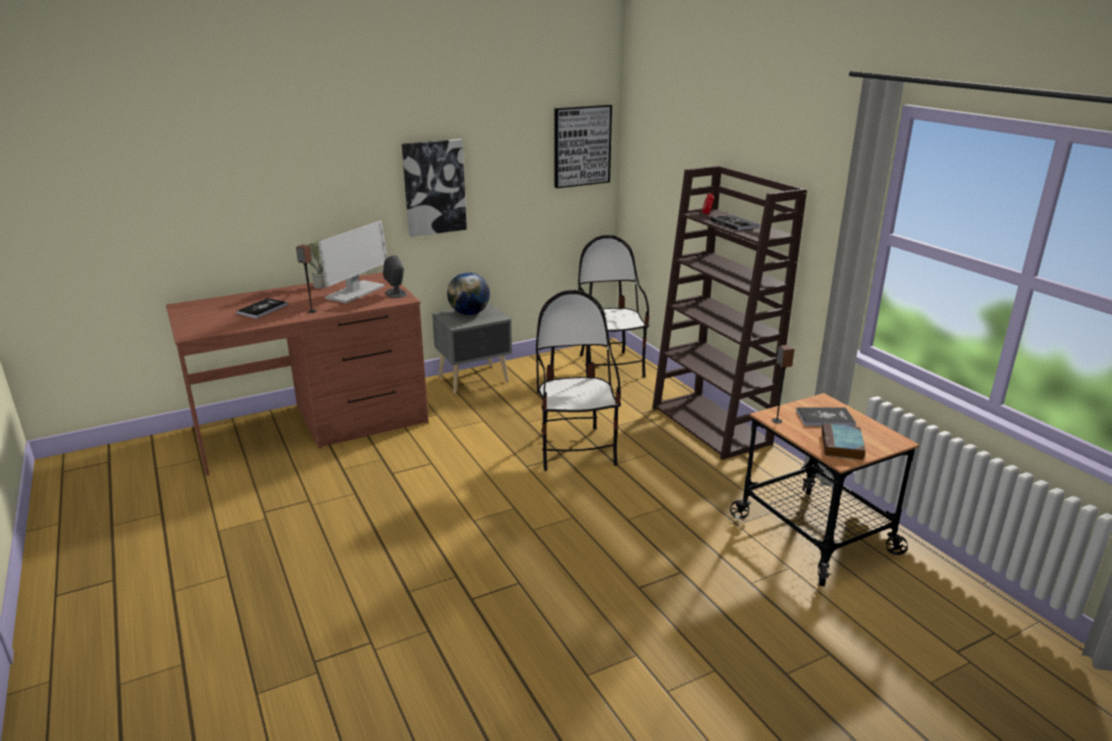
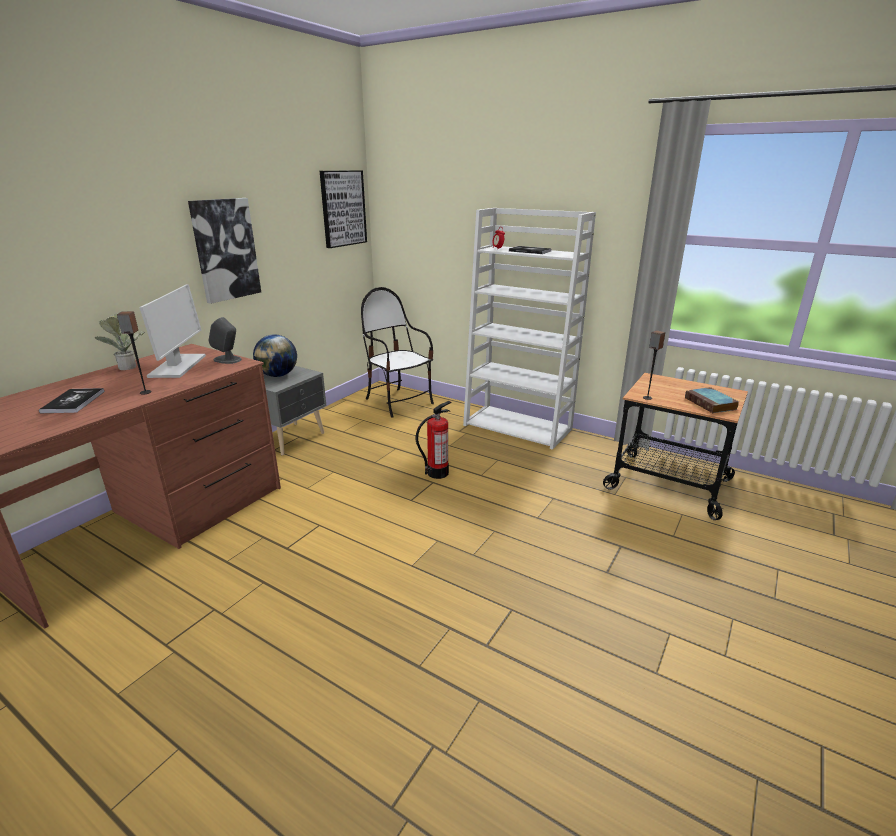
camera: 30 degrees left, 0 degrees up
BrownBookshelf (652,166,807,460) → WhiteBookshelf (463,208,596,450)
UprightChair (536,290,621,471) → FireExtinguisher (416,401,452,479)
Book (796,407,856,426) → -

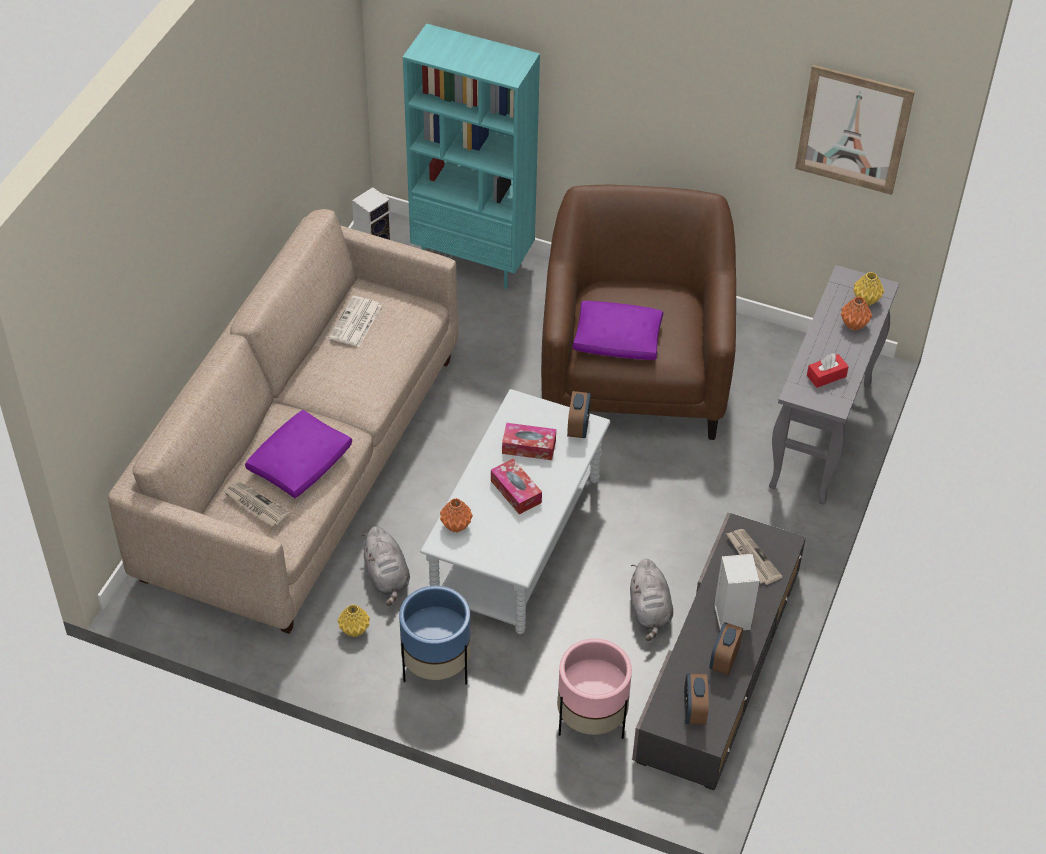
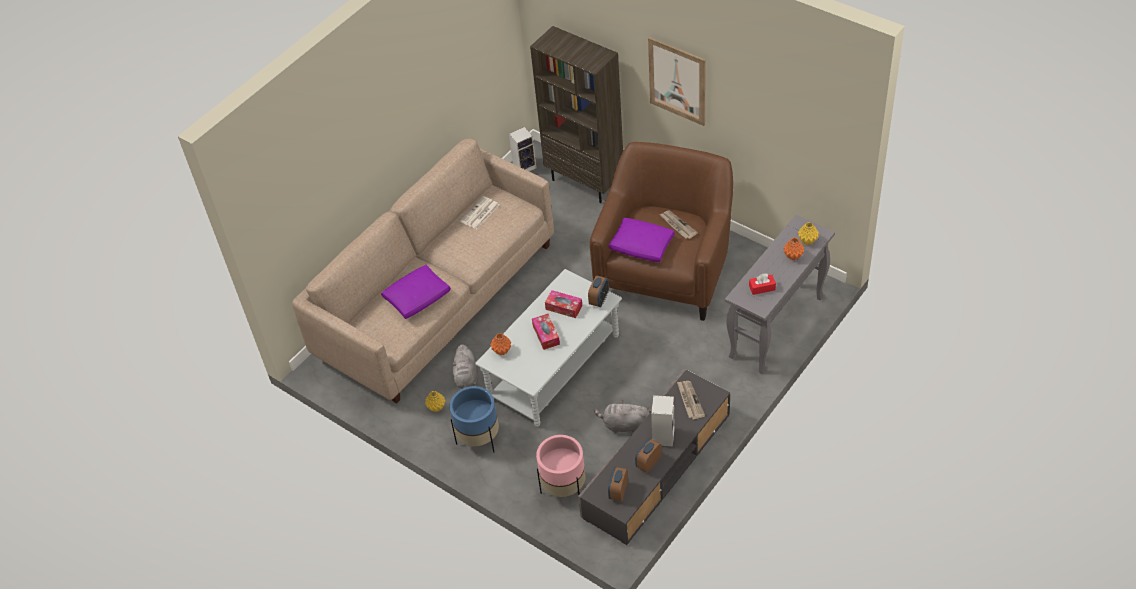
camera: 20 degrees right, 0 degrees up
TurquoiseBookshelf (403,23,540,289) → BrownBookshelf (530,26,623,203)
Picture (795,65,915,195) → Picture (648,37,706,126), move
DailyPaper (223,481,291,527) → DailyPaper (659,210,698,239), move
GreyCuddlyToy (630,559,673,641) → GreyCuddlyToy (594,400,649,433), 90 degrees clockwise

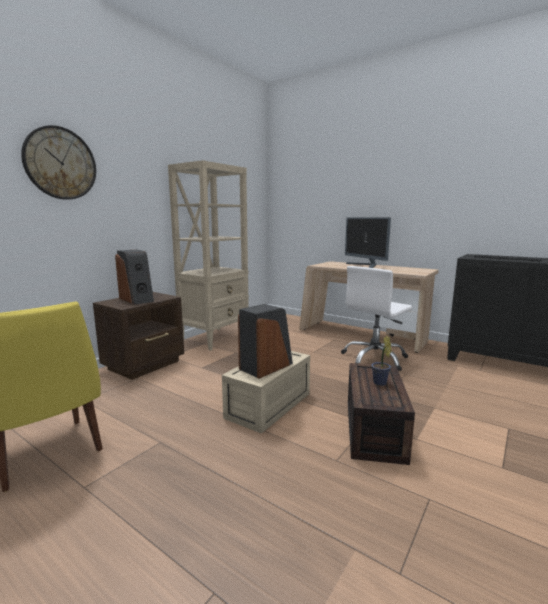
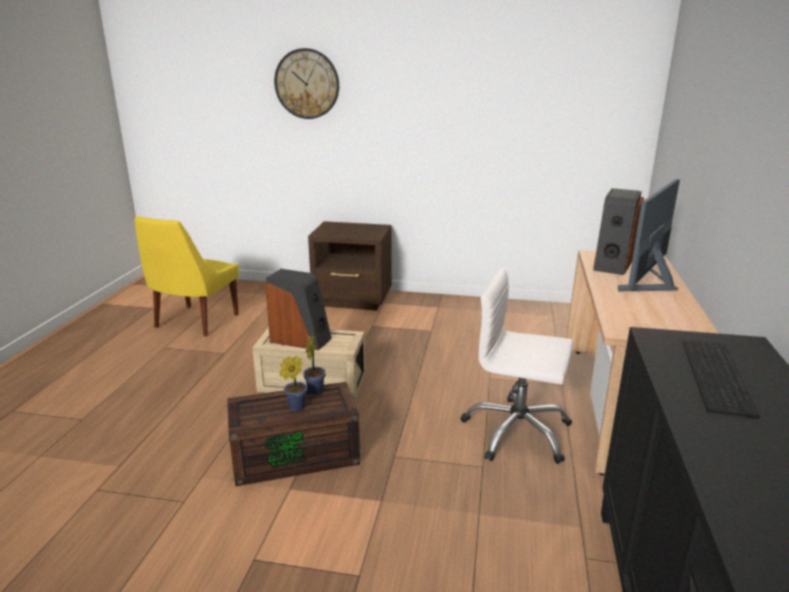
camera: 65 degrees right, 10 degrees up
BeigeColouredBookshelf (168,160,249,351) → -
Loudspeaker (115,250,154,305) → Loudspeaker (593,188,644,275), move
- → Houseplant (303,335,326,395)

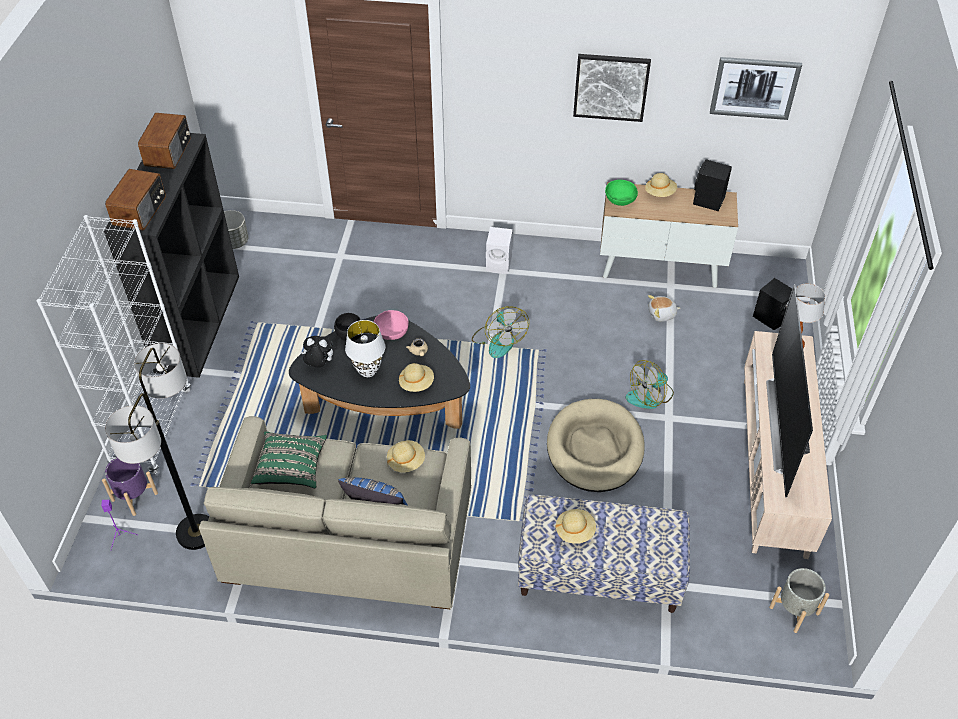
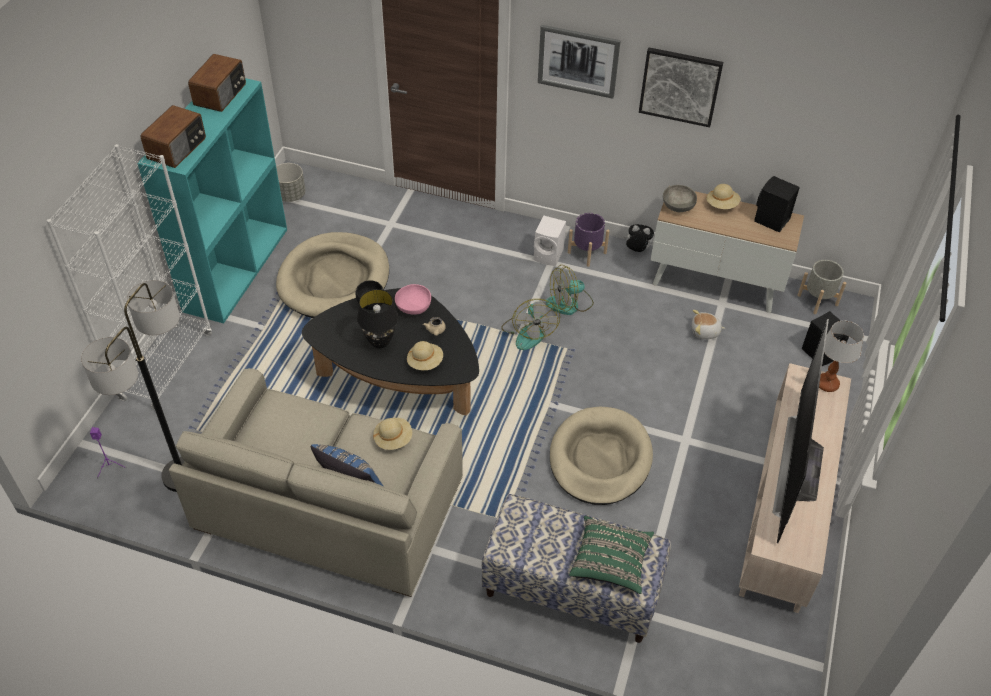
camera: 10 degrees right, 0 degrees up
Picture (710,57,802,120) → Picture (538,25,621,99), move
BlackBookshelf (104,133,239,378) → TurquoiseBookshelf (137,78,287,323)
GreenColouredServingBowl (605,180,638,206) → GreyServingBowl (663,185,697,212)
WhiteTableLamp (345,320,385,377) → BlackTableLamp (357,289,398,348)
CuddlyToy (301,336,333,367) → CuddlyToy (624,224,654,252), move
Fan (626,360,674,409) → Fan (546,265,594,315), move
GreenColouredThrowPillow (251,431,327,488) → GreenColouredThrowPillow (569,516,654,594), move
PurpleColouredFlowerPot (102,457,158,516) → PurpleColouredFlowerPot (568,213,609,267), move
BeigeColouredClothingHat (555,509,596,543) → -
GreyFlowerPot (769,568,829,633) → GreyFlowerPot (797,260,846,314), move
- → BeigeColouredDogCushion (276,232,389,318)

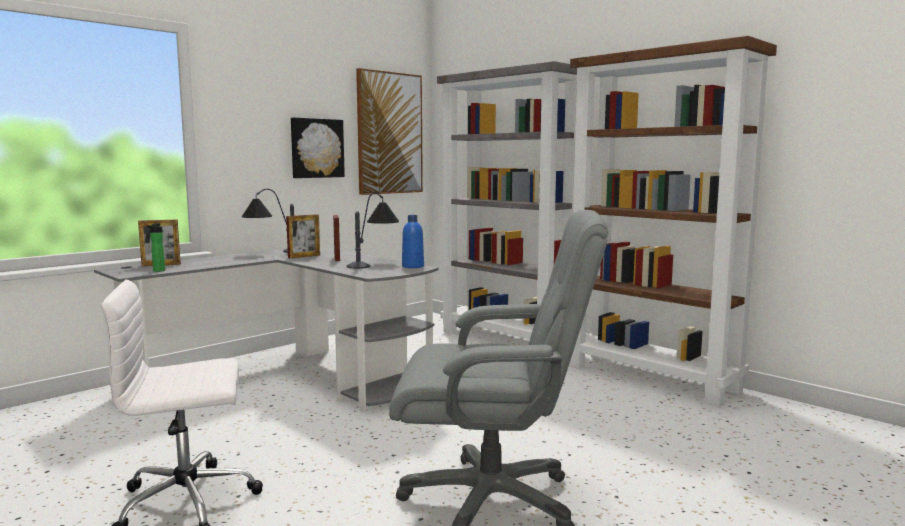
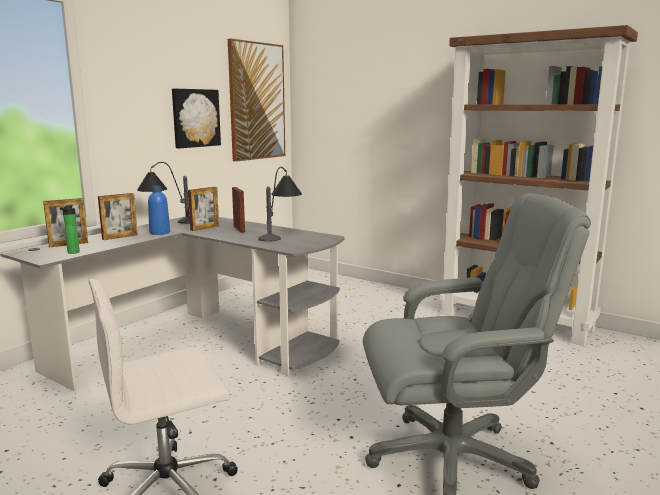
camera: 10 degrees left, 5 degrees up
GreyBookshelf (437,61,577,339) → -
BlueDrinkBottle (402,215,424,268) → BlueDrinkBottle (148,186,170,235), move
- → PictureFrame (98,193,138,240)

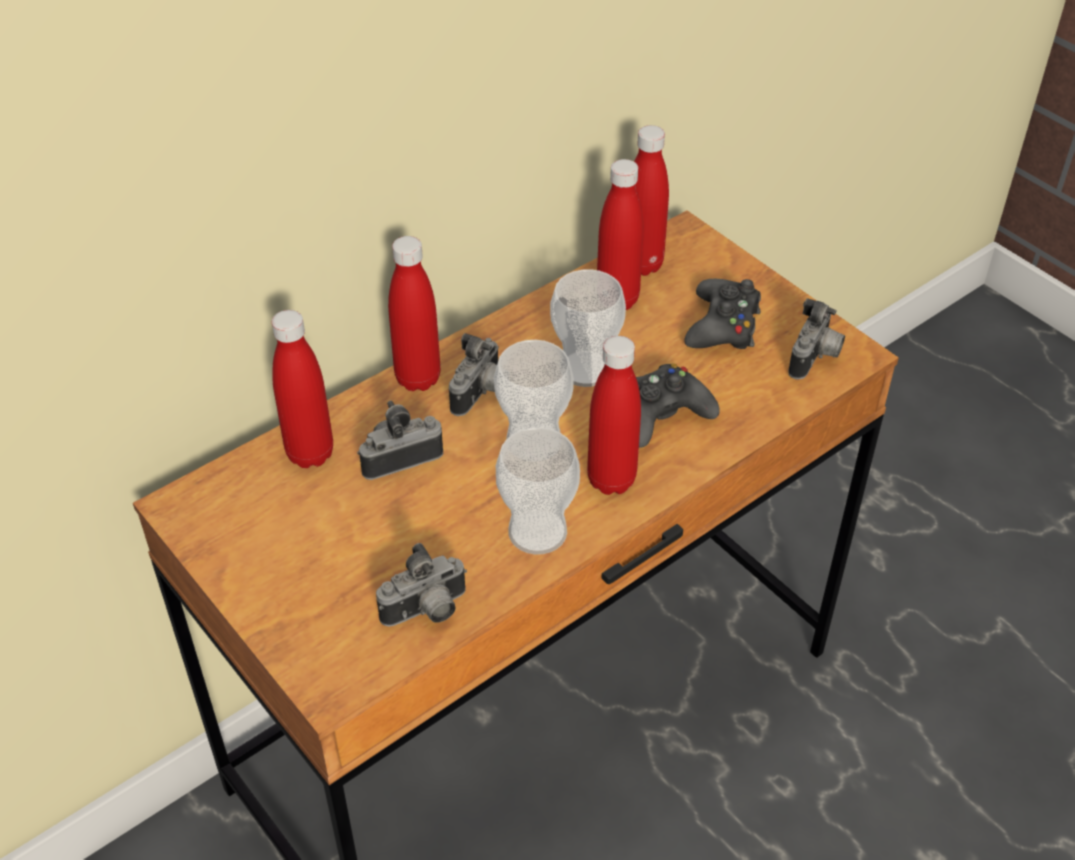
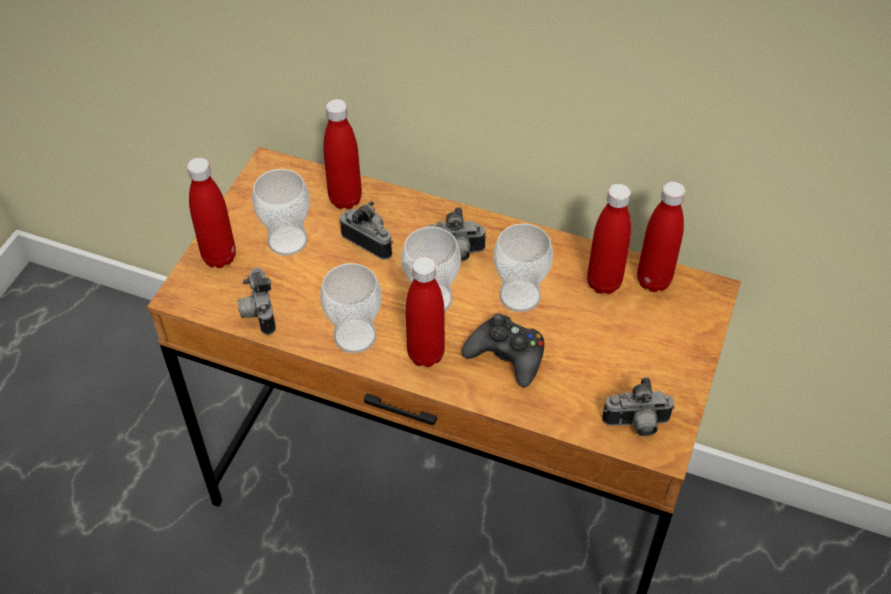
camera: 60 degrees right, 5 degrees up
ReddishDrinkBottle (388,236,441,391) → ReddishDrinkBottle (187,157,236,268), move
BlackJoypad (684,279,761,349) → -
PhotoCamera (376,543,467,627) → PhotoCamera (238,267,276,335), 45 degrees clockwise
- → DrinkingCup (252,169,310,256)

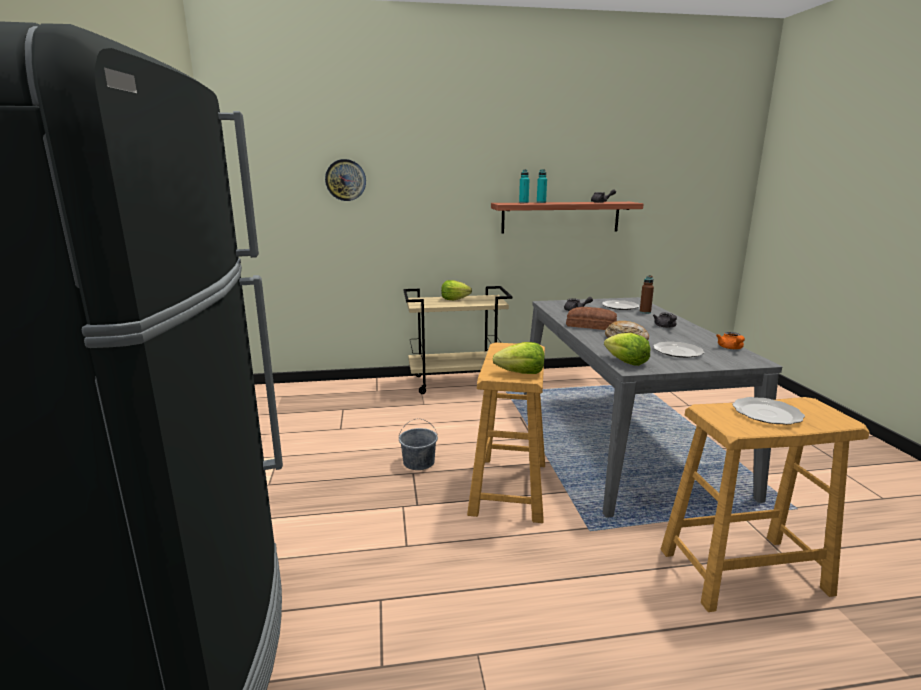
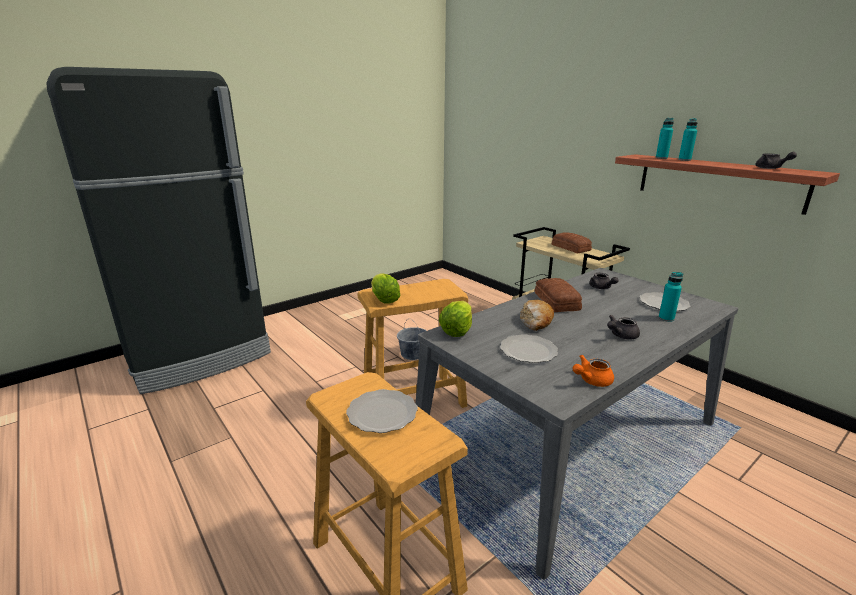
camera: 60 degrees right, 5 degrees up
ClockOnTheWall (325,159,366,201) → -
BrownDrinkBottle (640,275,654,314) → TurquoiseDrinkBottle (658,272,683,322)
Lettuce (441,280,472,300) → BakedBread (552,232,592,253)

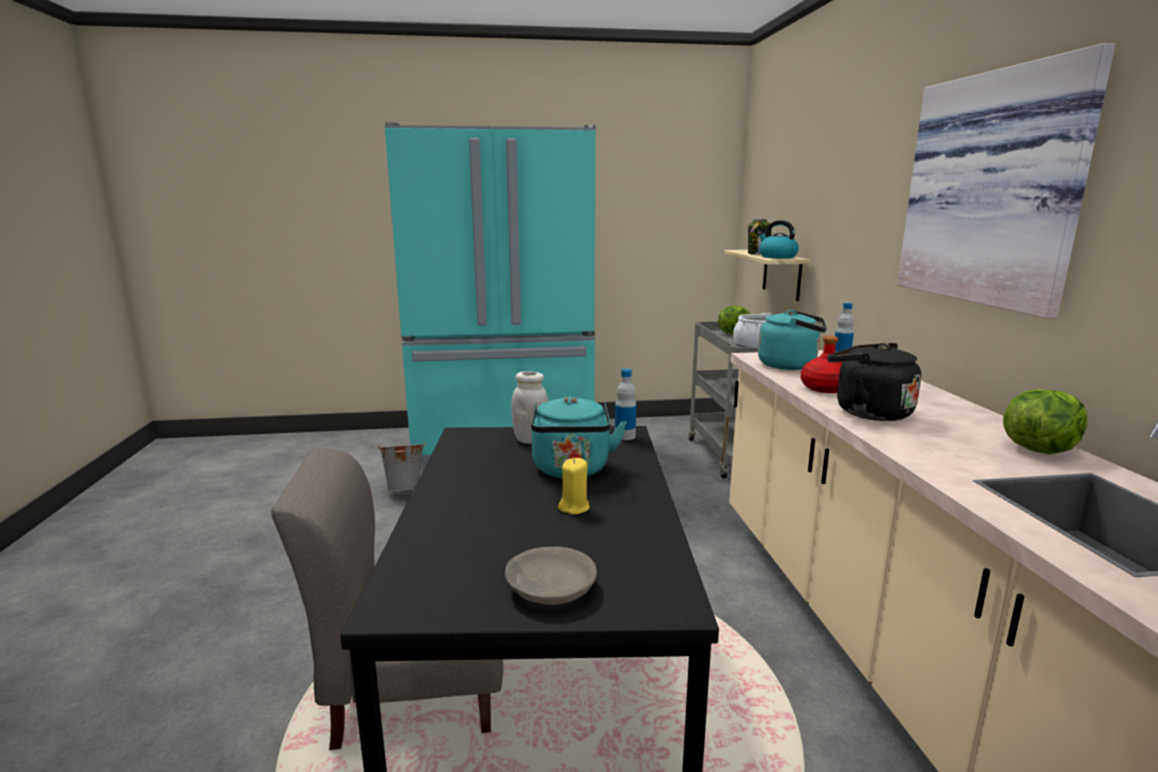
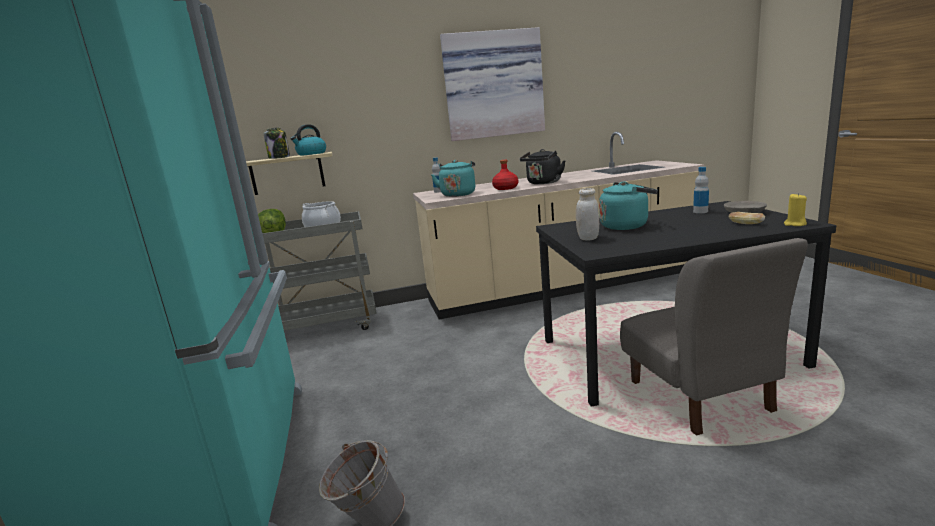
camera: 95 degrees left, 0 degrees up
DrinkBottle (615,369,636,440) → DrinkBottle (693,167,709,213), move
Lettuce (1003,389,1088,455) → -
YellowColouredCandle (558,458,590,515) → YellowColouredCandle (784,193,807,226), move
- → BakedBread (729,212,765,224)

